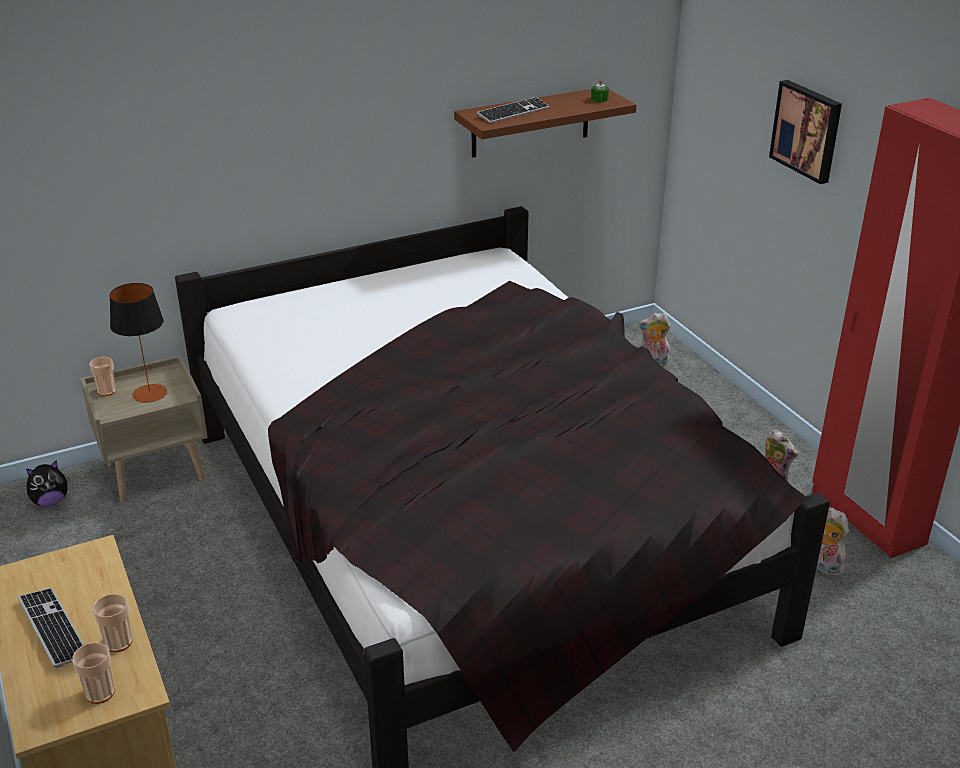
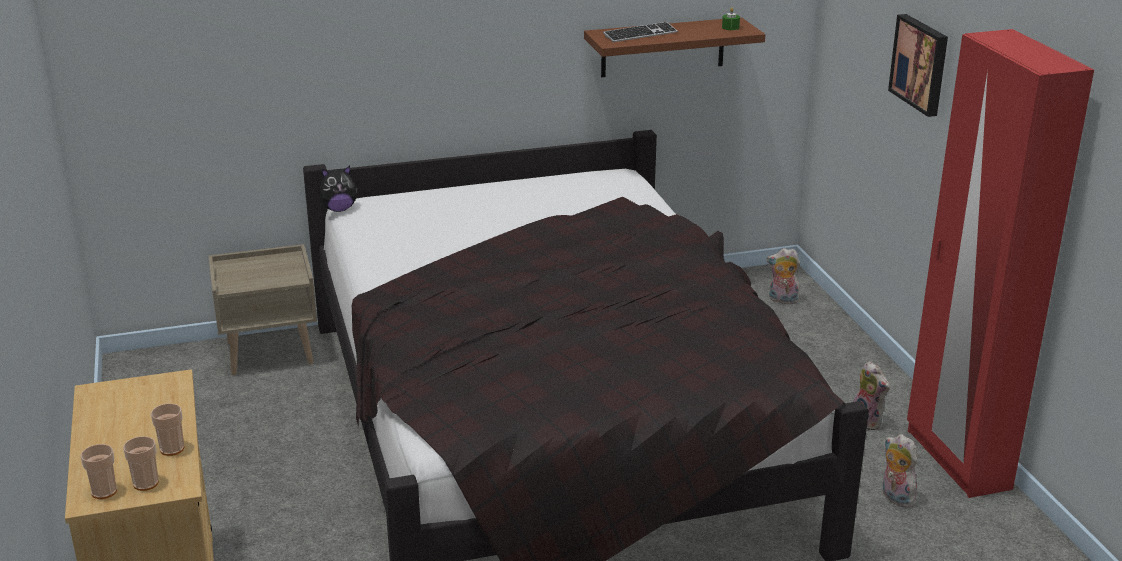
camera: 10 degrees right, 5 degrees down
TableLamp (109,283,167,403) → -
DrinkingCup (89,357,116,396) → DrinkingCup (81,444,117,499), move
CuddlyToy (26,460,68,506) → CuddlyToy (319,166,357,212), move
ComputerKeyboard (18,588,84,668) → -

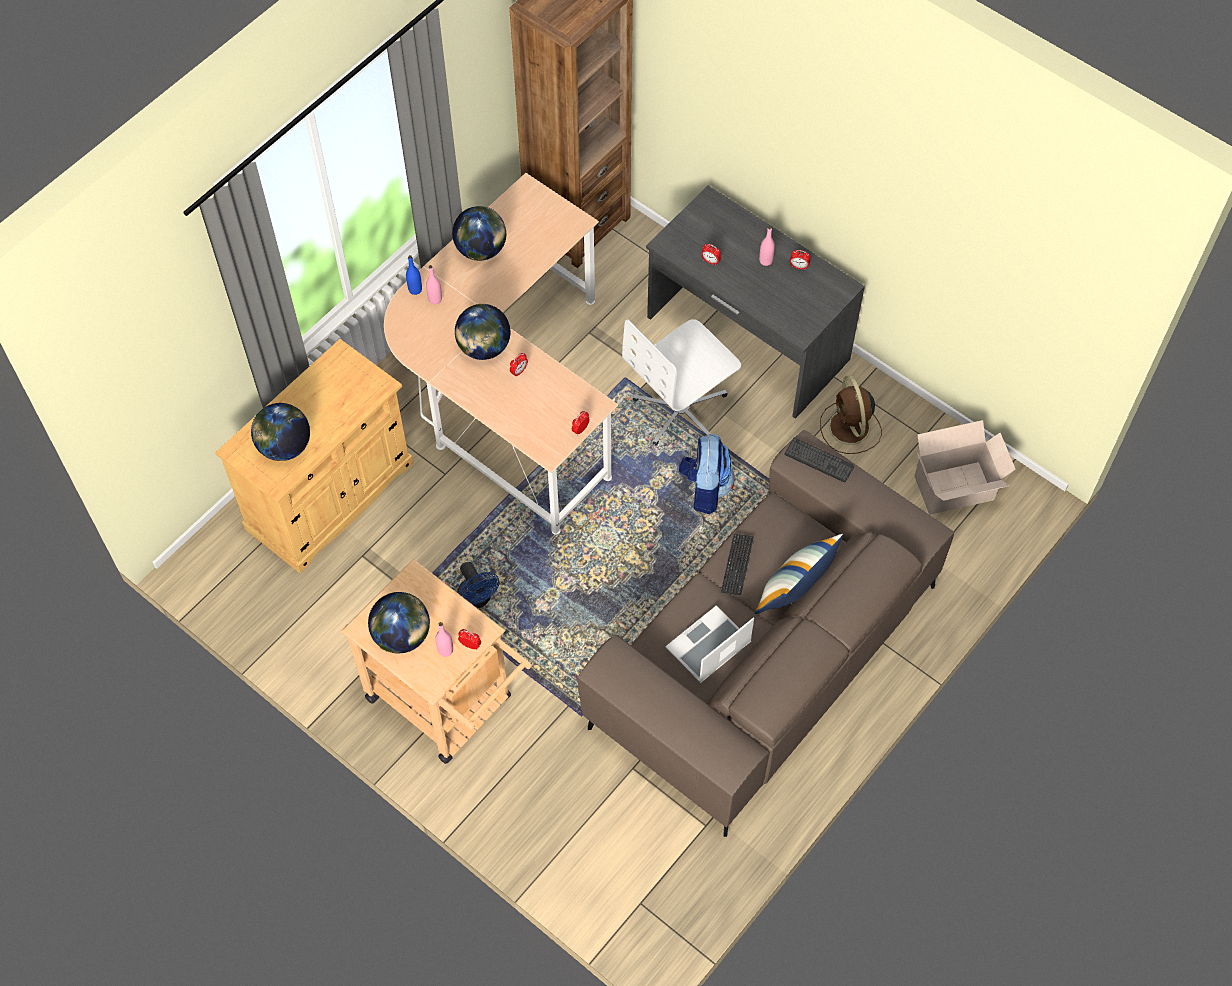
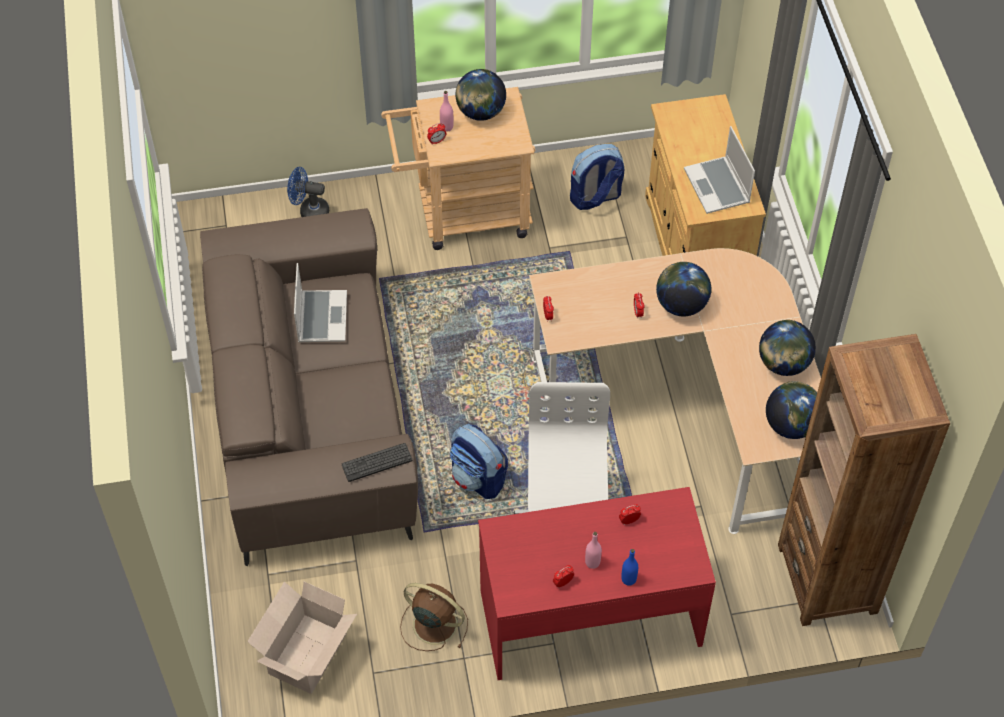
camera: 130 degrees right, 5 degrees down
GreyDeskTable (646,185,865,419) → ReddishDeskTable (478,487,716,680)
BlueDrinkBottle (406,255,422,295) → BlueDrinkBottle (621,549,638,586), move
PinkColouredDrinkBottle (426,265,442,304) → -
DeskGlobe (251,403,310,461) → DeskGlobe (766,381,817,439), move
ComputerKeyboard (721,534,754,595) → -
ThrowPillow (755,534,843,614) → -
BlueFan (457,562,499,608) → BlueFan (287,167,329,217), move
- → NotebookComputer (684,126,755,214)
- → Backpack (570,144,624,210)

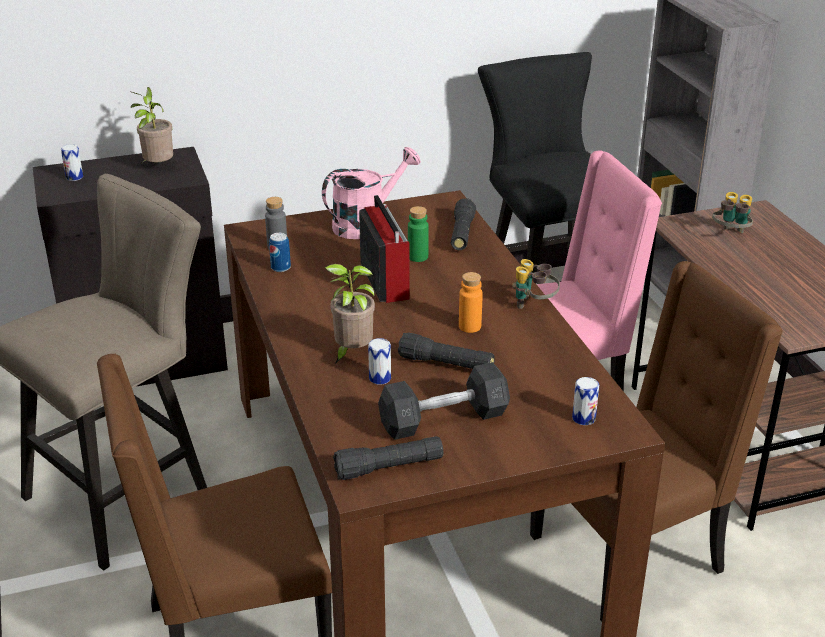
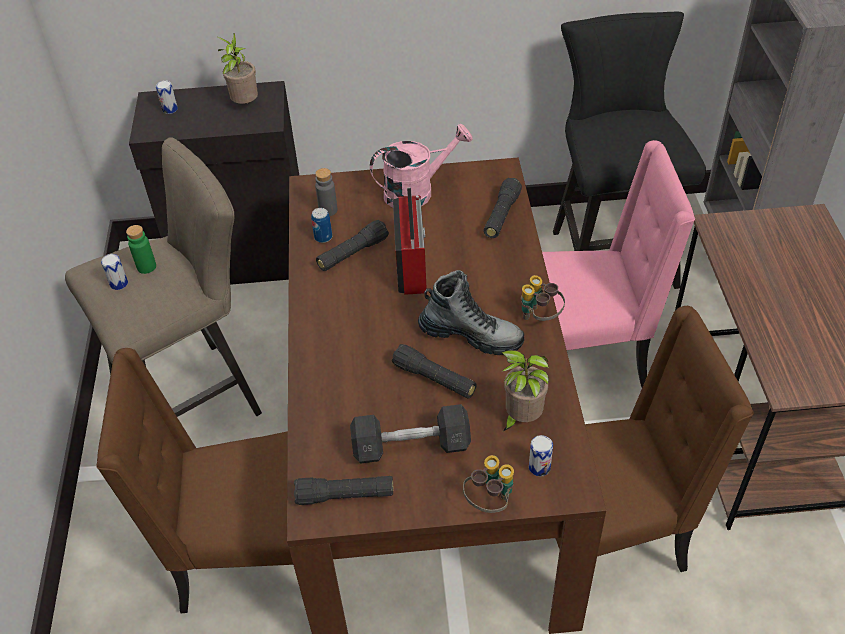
camera: 15 degrees right, 15 degrees up
FieldGlasses (712,192,753,233) → FieldGlasses (463,455,514,513), move
GreenColouredDrinkBottle (408,206,429,262) → GreenColouredDrinkBottle (126,225,156,274), move
Houseplant (325,264,375,364) → Houseplant (501,350,549,431), move
OrangeyDrinkBottle (459,272,483,333) → TallBoot (418,270,524,355)
SealedCan (368,338,391,385) → SealedCan (101,254,128,290), move
- → BlackHandTorch (316,220,389,271)

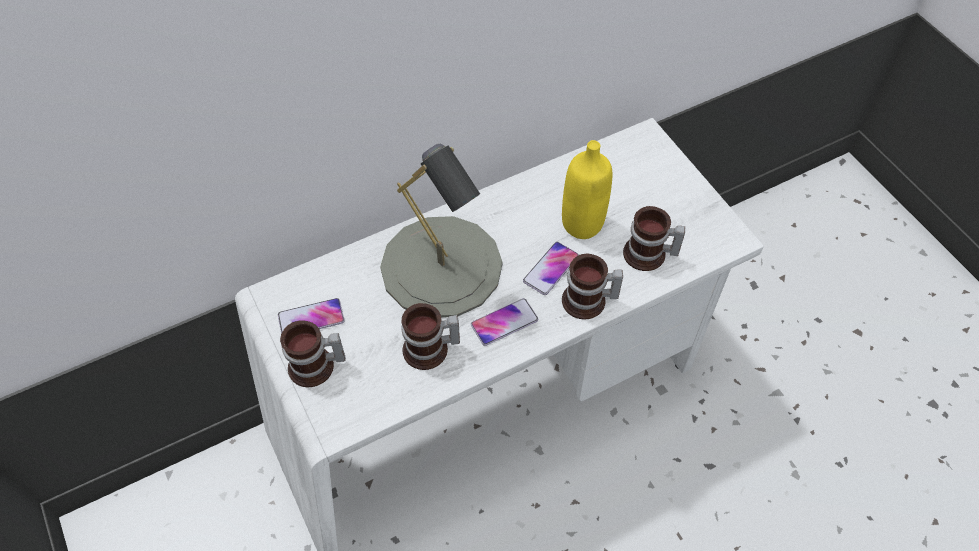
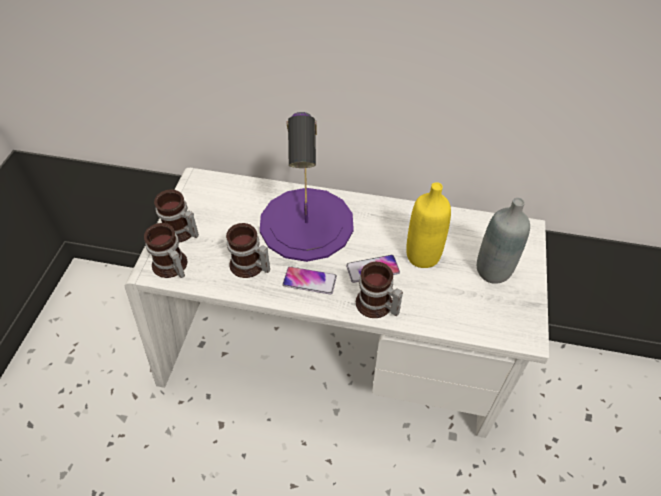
camera: 40 degrees right, 5 degrees down
GreyTableLamp (380,144,502,318) → PurpleColouredTableLamp (260,112,354,262)
CoffeeMug (623,206,685,271) → CoffeeMug (144,223,187,278), move
Handset (278,298,345,333) → -
- → GreyDrinkBottle (477,198,530,284)

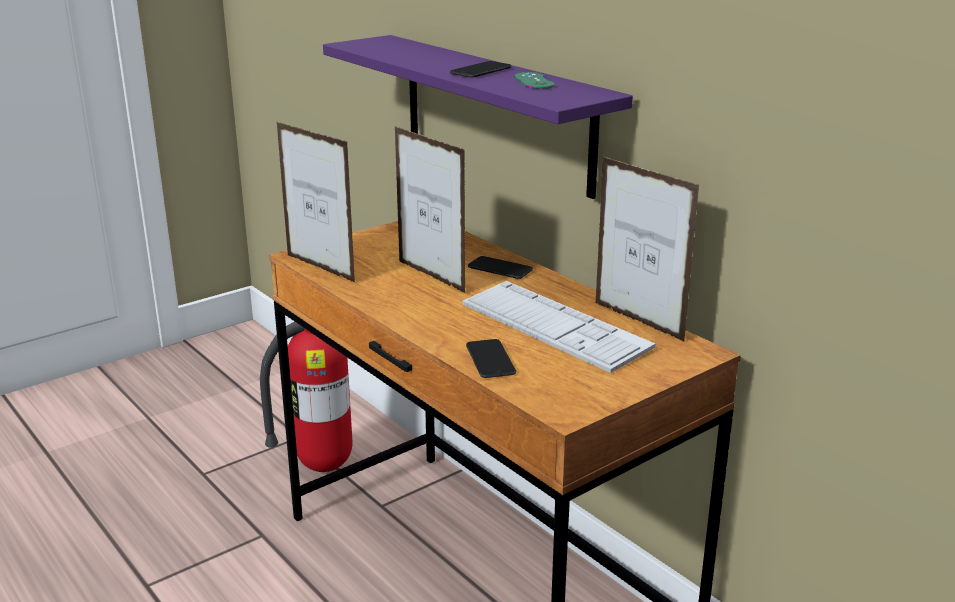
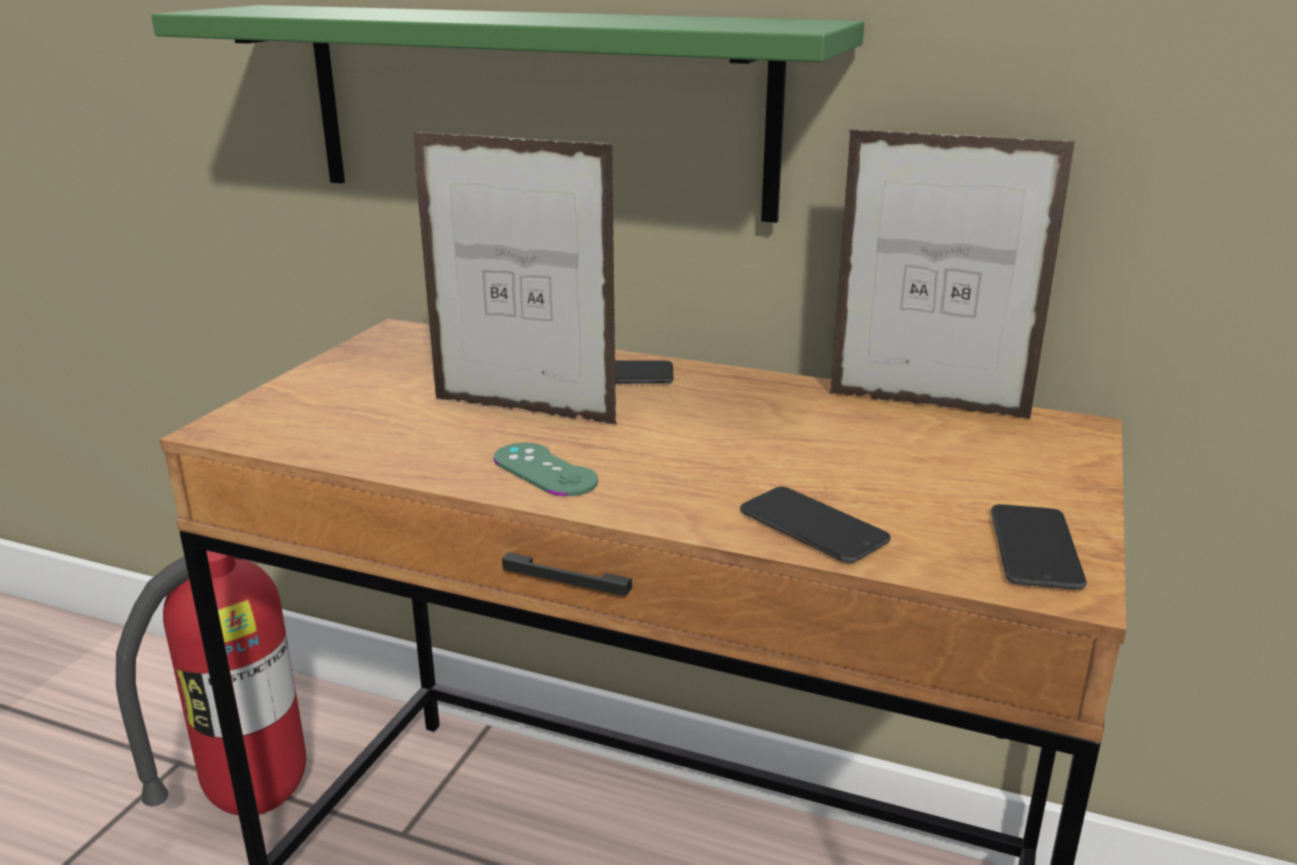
camera: 30 degrees left, 0 degrees up
PurpleColouredWallShelf (323,35,633,199) → GreenColouredWallShelf (151,5,864,223)
Handset (450,61,512,77) → Handset (991,504,1087,590), move
GreenColouredJoypad (514,72,555,89) → GreenColouredJoypad (494,443,598,496), move
PictureFrame (277,122,355,282) → -
ComputerKeyboard (462,281,655,373) → -

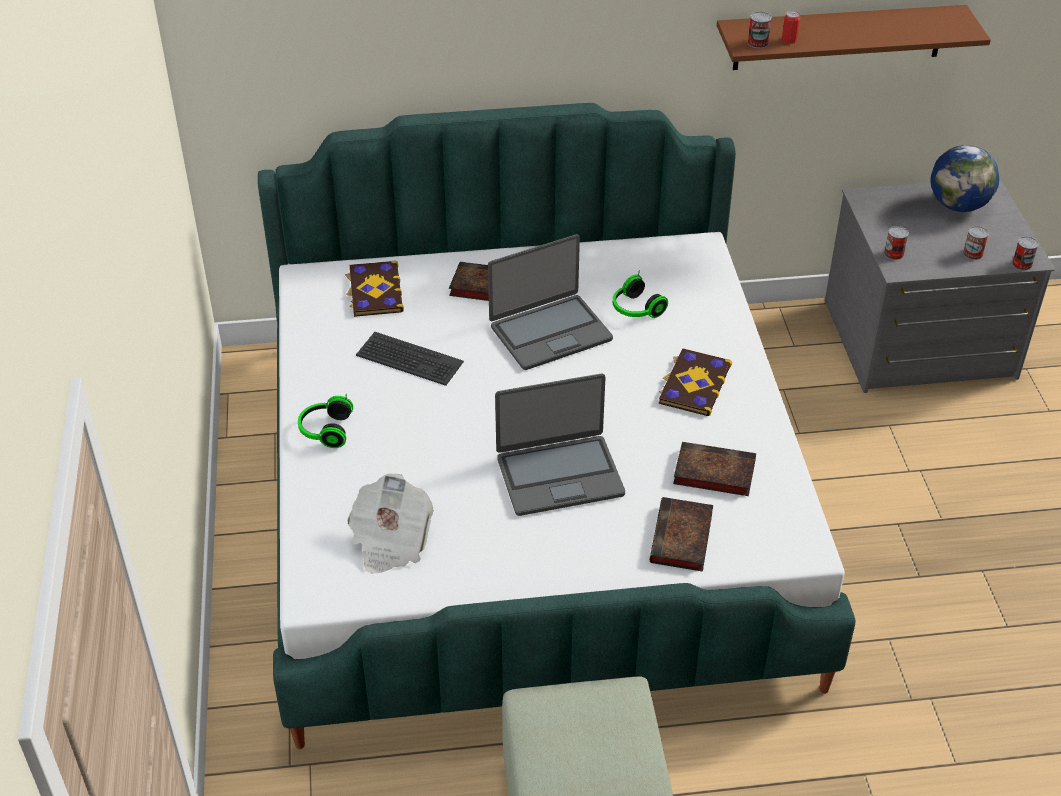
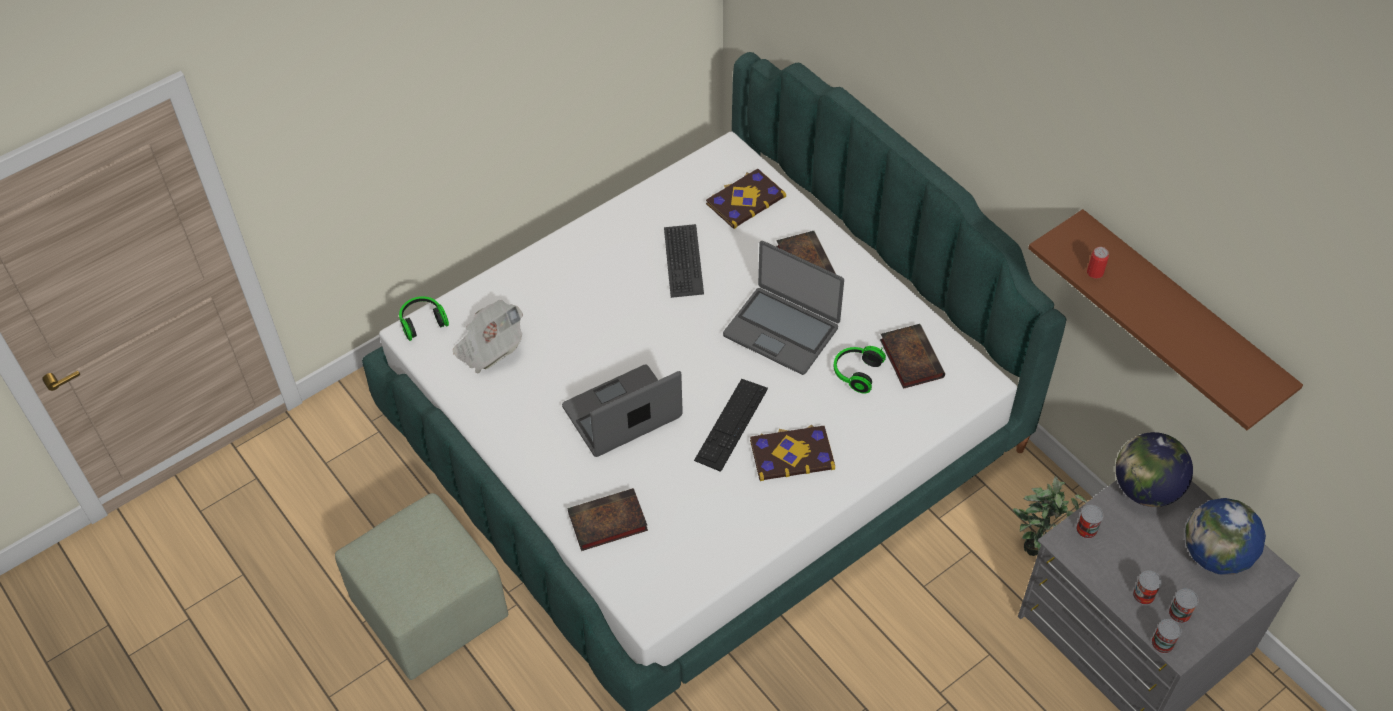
camera: 60 degrees right, 10 degrees up
SealedCan (748,11,772,48) → SealedCan (1169,589,1199,623), move
NotebookComputer (495,374,625,516) → NotebookComputer (562,364,683,457), 105 degrees clockwise
Headphones (298,394,353,448) → Headphones (399,296,449,341), move
Book (673,442,756,496) → Book (880,324,945,389), move
- → ComputerKeyboard (694,379,768,472)
- → DeskGlobe (1116,432,1193,507)
- → Houseplant (1013,476,1087,556)

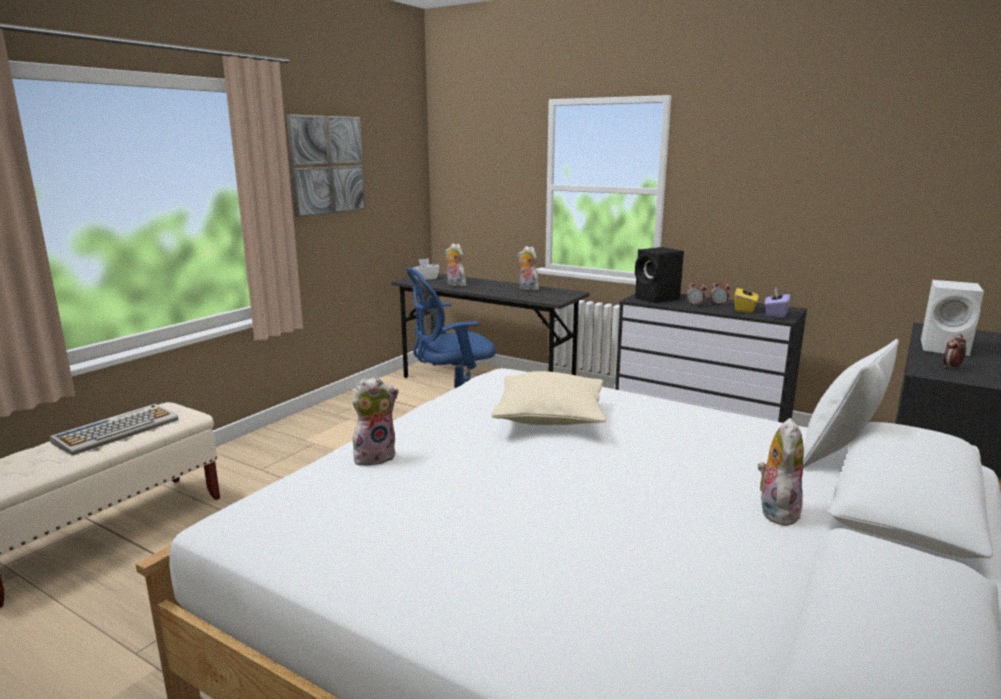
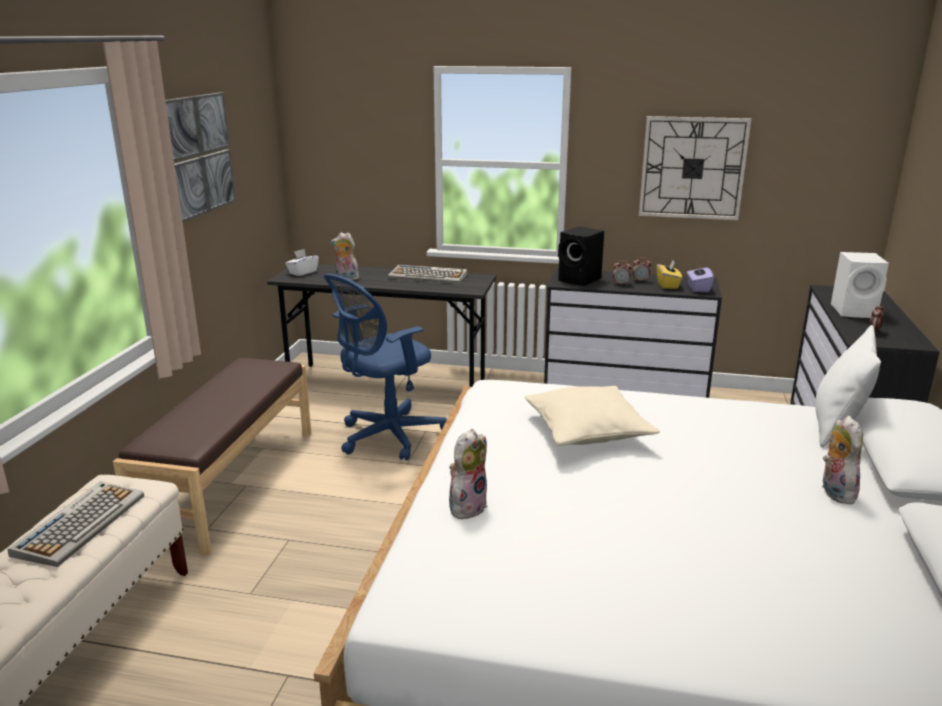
camera: 20 degrees left, 5 degrees up
CuddlyToy (517,246,542,290) → ComputerKeyboard (388,265,468,284)
- → ClockOnTheWall (639,116,751,220)
- → BrownLongSeat (113,358,311,555)

